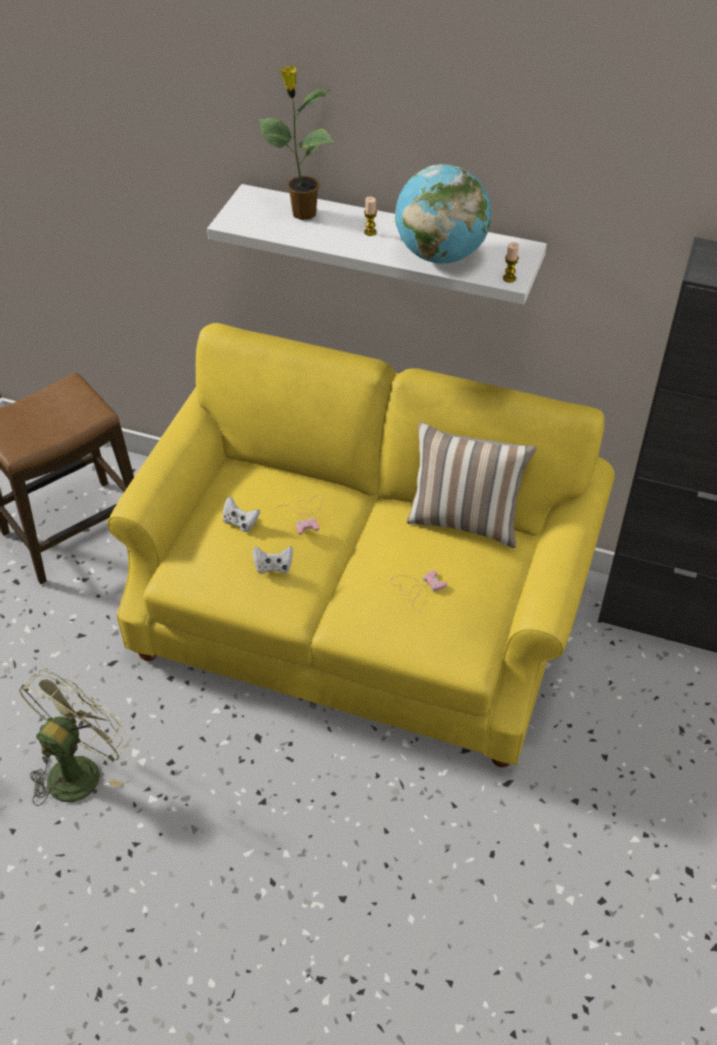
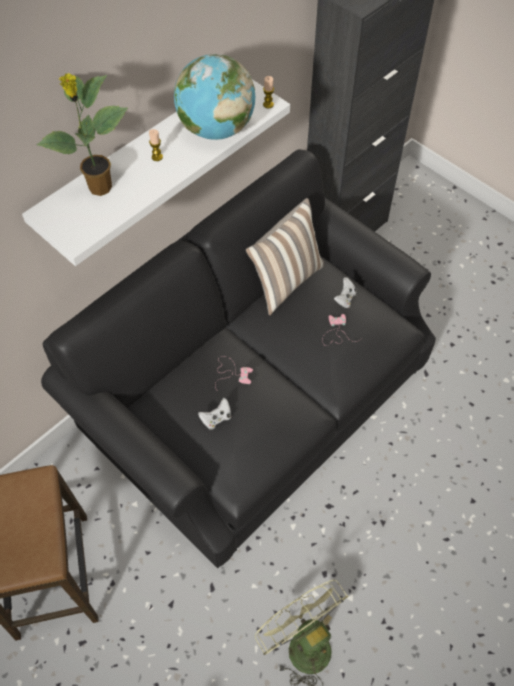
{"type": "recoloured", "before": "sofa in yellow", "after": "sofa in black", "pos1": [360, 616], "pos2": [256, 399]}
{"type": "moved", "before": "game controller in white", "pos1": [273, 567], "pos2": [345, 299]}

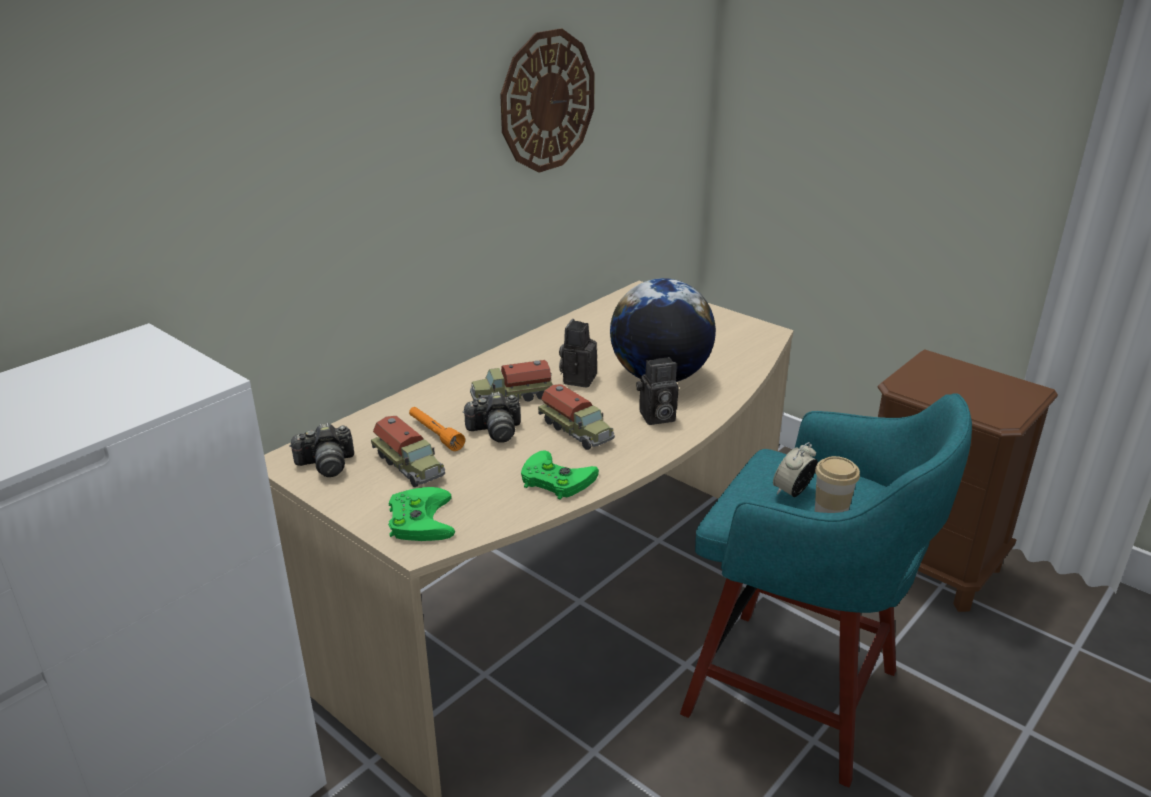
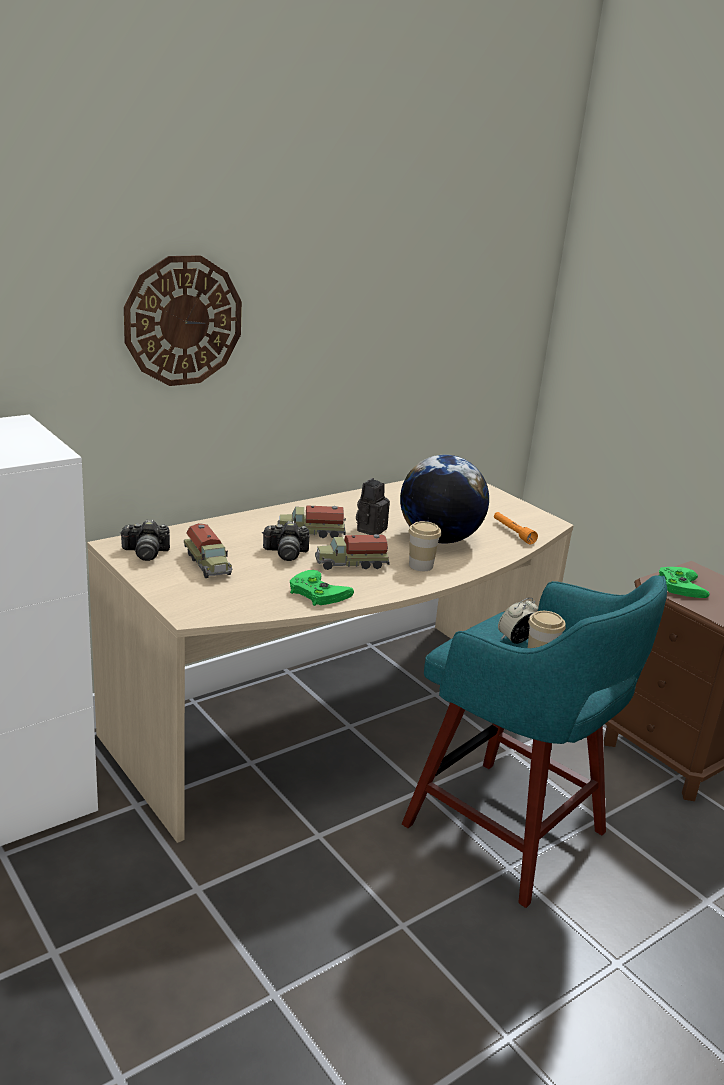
{"type": "moved", "before": "wall clock", "pos1": [547, 101], "pos2": [183, 321]}
{"type": "replaced", "before": "photo camera", "after": "cup", "pos1": [656, 417], "pos2": [421, 566]}
{"type": "turned", "before": "toy truck", "pos1": [577, 431], "pos2": [351, 564], "turn": 105}
{"type": "moved", "before": "flashlight in orange", "pos1": [435, 434], "pos2": [513, 532]}
{"type": "moved", "before": "game controller in green", "pos1": [418, 518], "pos2": [678, 585]}

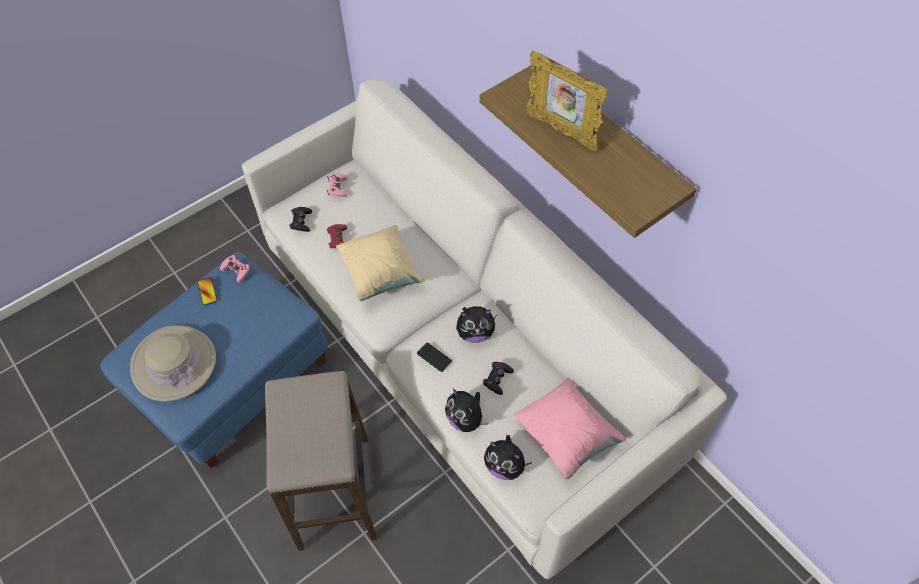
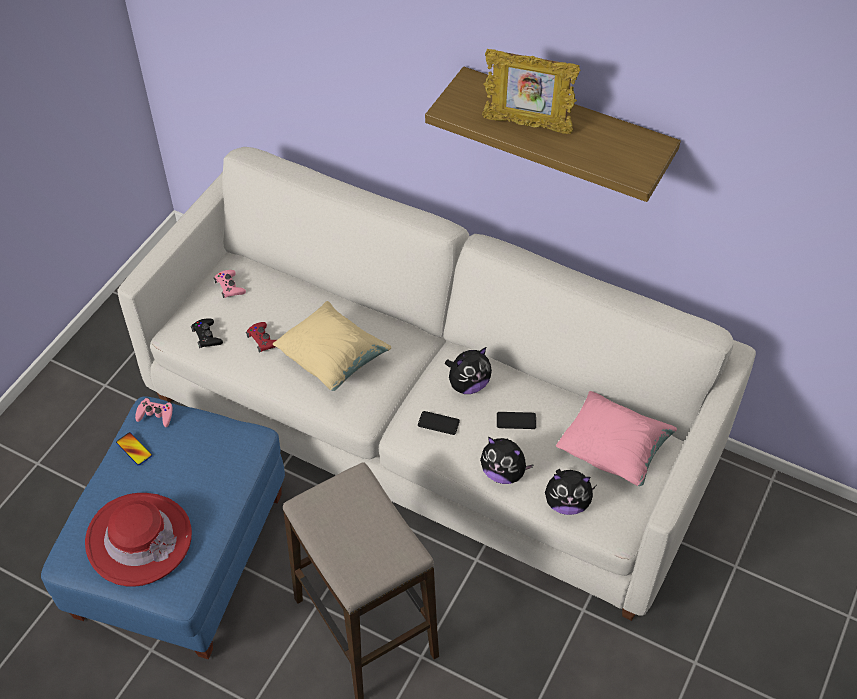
{"type": "recoloured", "before": "hat in beige", "after": "hat in red", "pos1": [174, 363], "pos2": [139, 539]}
{"type": "replaced", "before": "game controller in black", "after": "phone", "pos1": [497, 379], "pos2": [516, 421]}

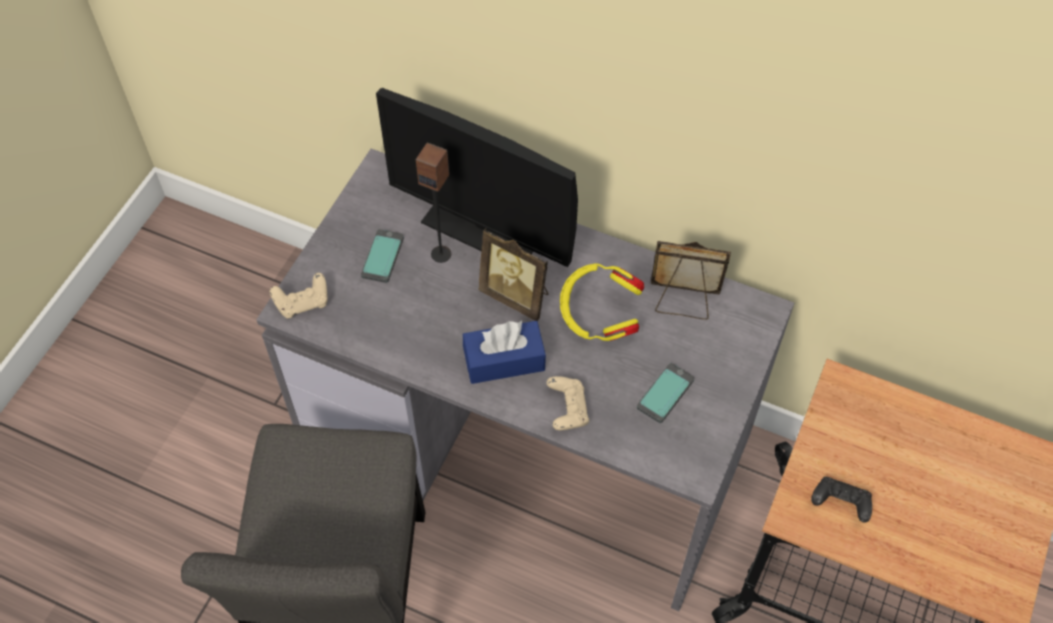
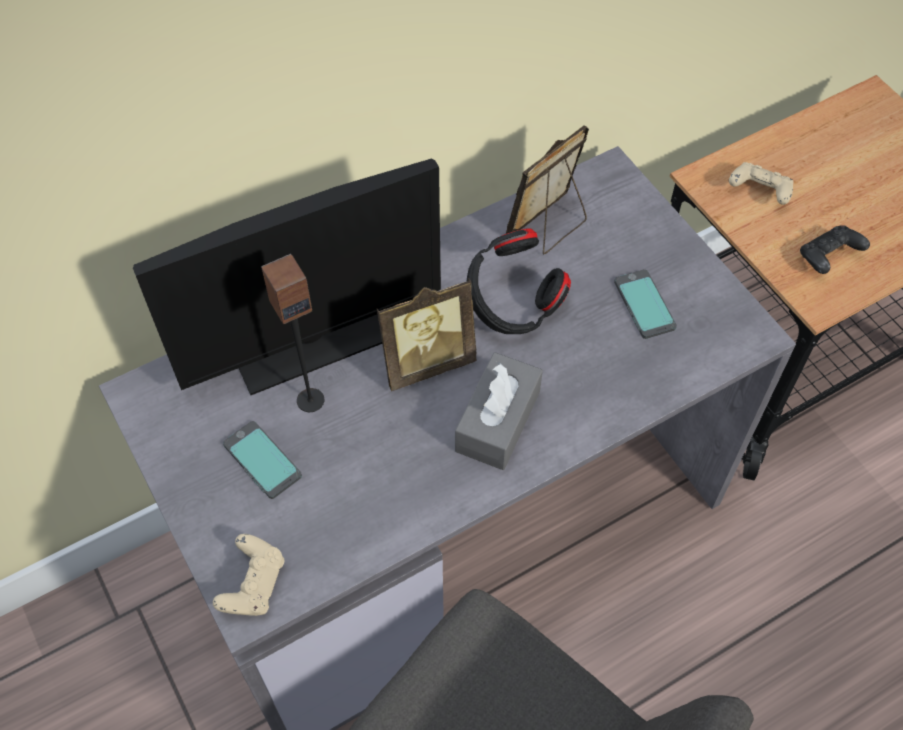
{"type": "recoloured", "before": "headphones in yellow", "after": "headphones in black", "pos1": [599, 318], "pos2": [512, 306]}
{"type": "recoloured", "before": "tissue box in blue", "after": "tissue box in grey", "pos1": [504, 360], "pos2": [498, 421]}
{"type": "moved", "before": "game controller in beige", "pos1": [567, 409], "pos2": [759, 192]}

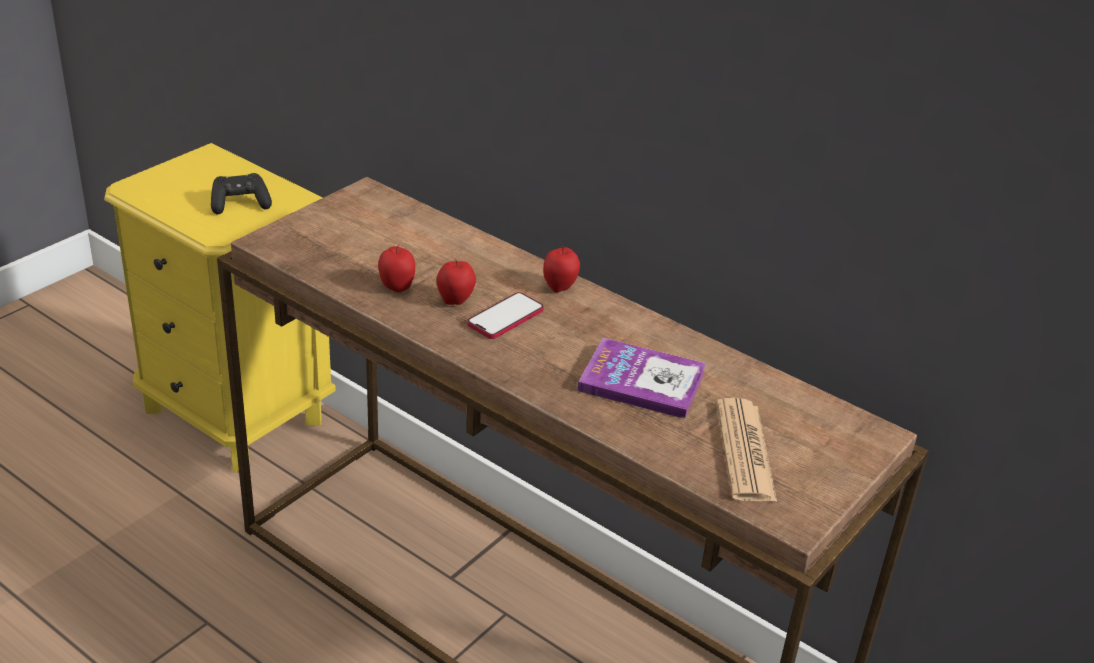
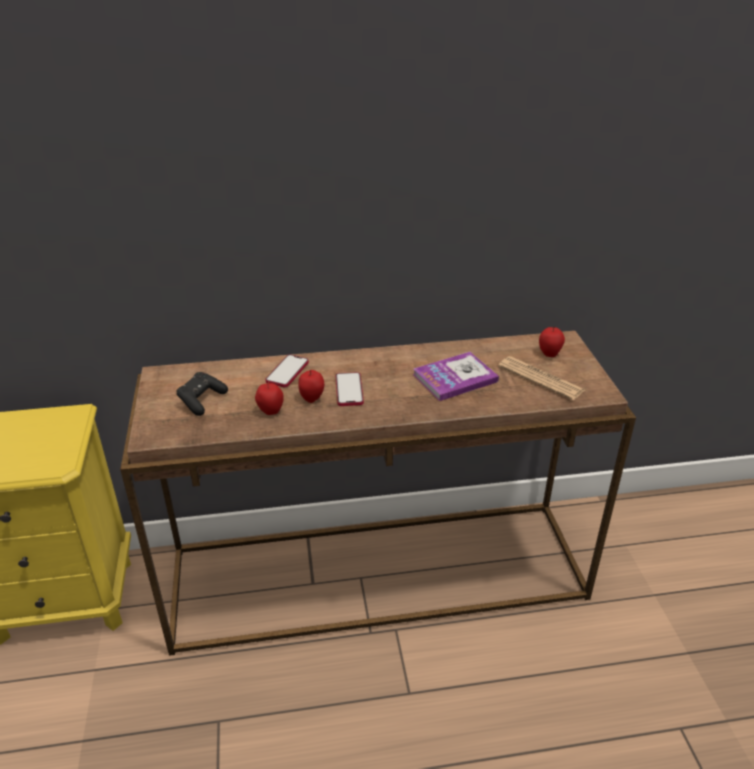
{"type": "moved", "before": "game controller in black", "pos1": [240, 204], "pos2": [201, 400]}
{"type": "moved", "before": "apple", "pos1": [559, 287], "pos2": [549, 354]}
{"type": "added", "after": "phone", "pos2": [287, 372]}

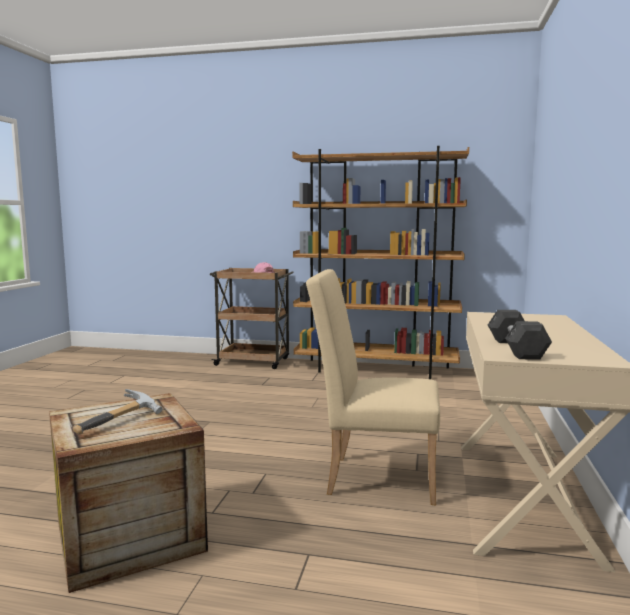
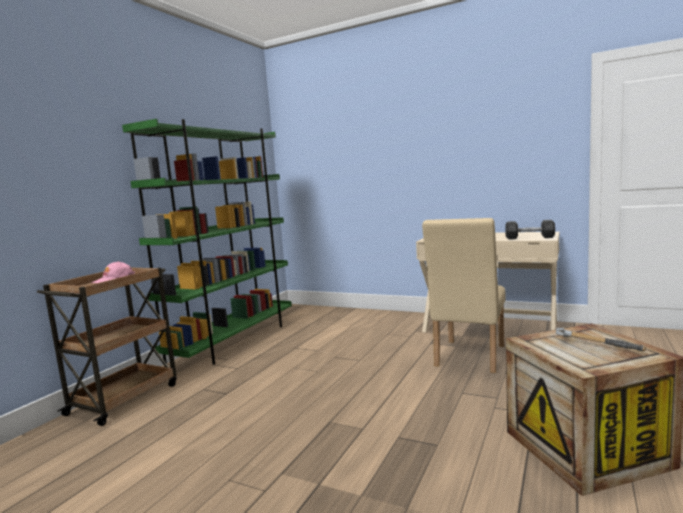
{"type": "recoloured", "before": "bookcase in brown", "after": "bookcase in green", "pos1": [376, 369], "pos2": [234, 341]}

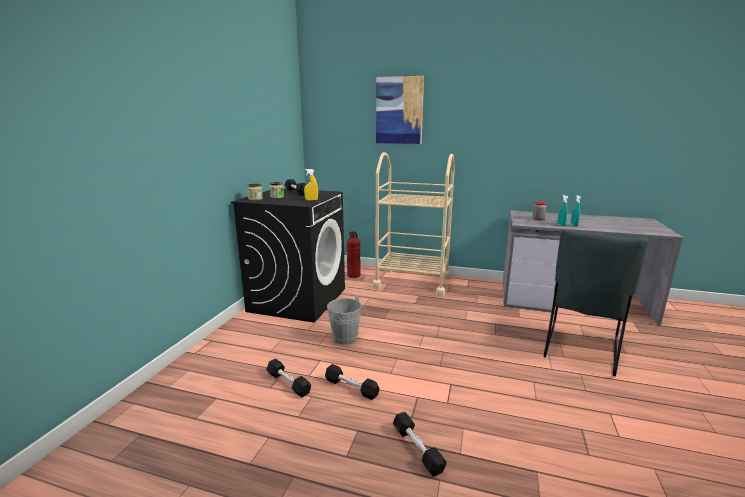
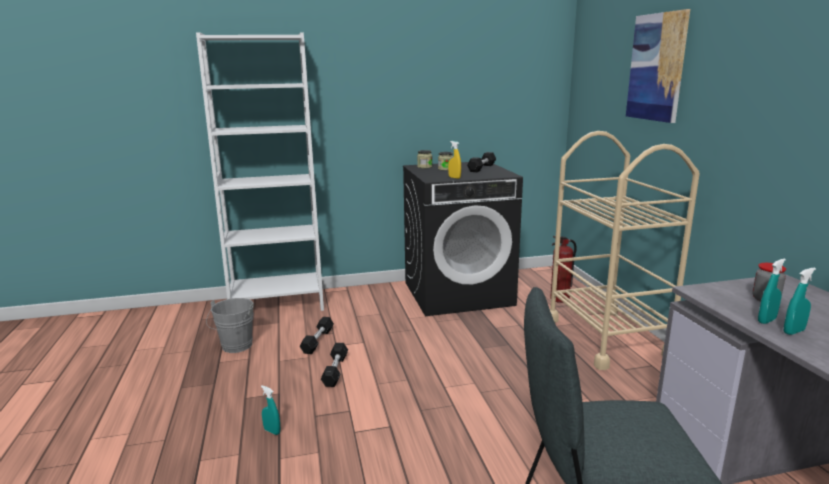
{"type": "moved", "before": "bucket in grey", "pos1": [347, 339], "pos2": [235, 347]}
{"type": "replaced", "before": "dumbbell in black", "after": "spray bottle in turquoise", "pos1": [417, 449], "pos2": [272, 431]}
{"type": "added", "after": "bookcase in white", "pos2": [277, 304]}

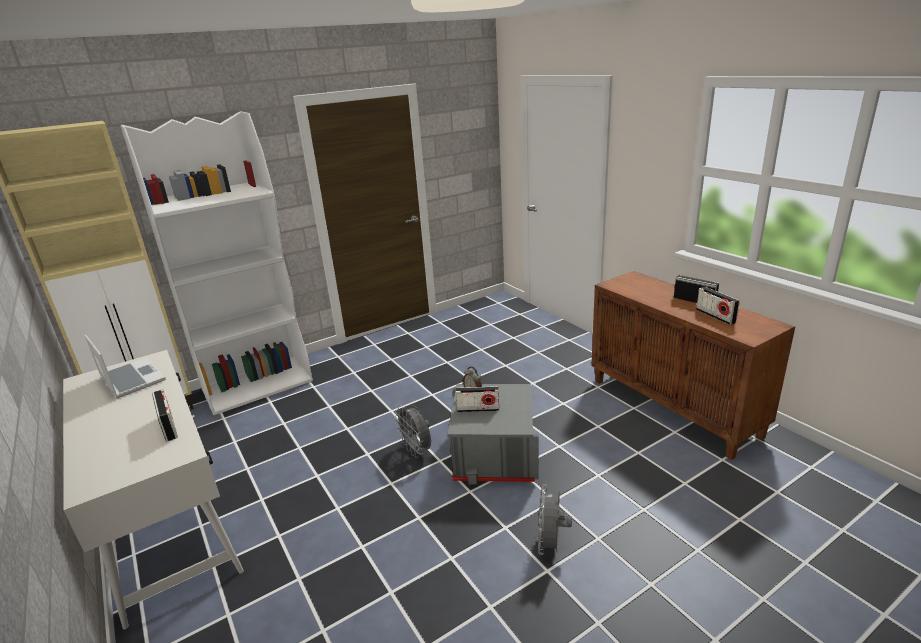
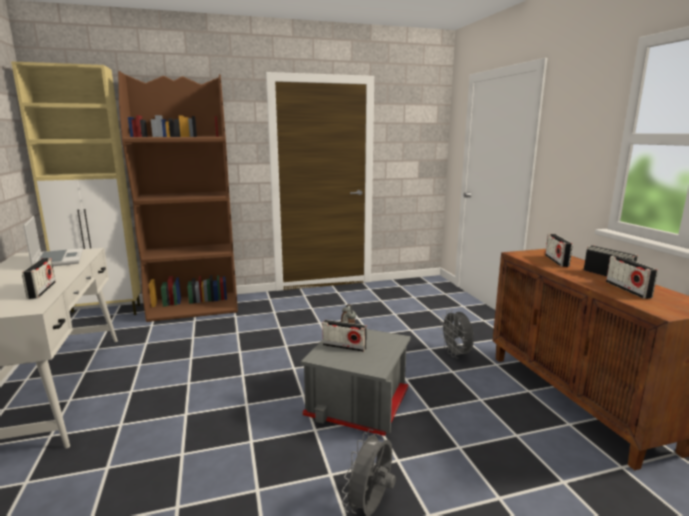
{"type": "recoloured", "before": "bookcase in white", "after": "bookcase in brown", "pos1": [258, 385], "pos2": [194, 307]}
{"type": "moved", "before": "fan in grey", "pos1": [417, 450], "pos2": [456, 354]}
{"type": "added", "after": "radio", "pos2": [556, 261]}

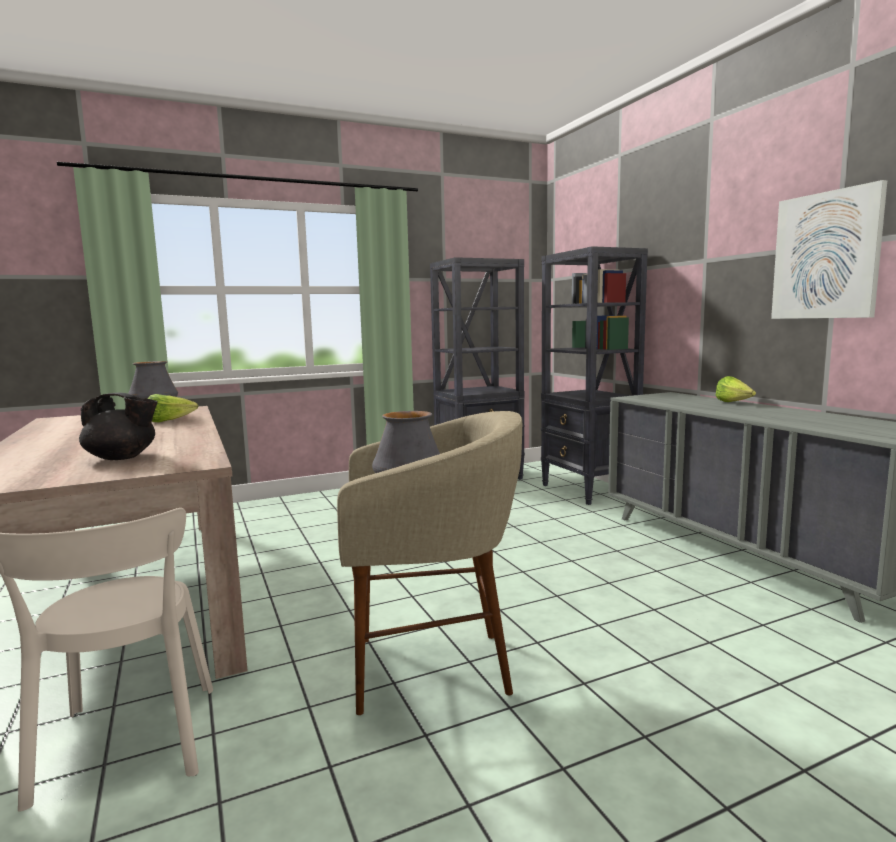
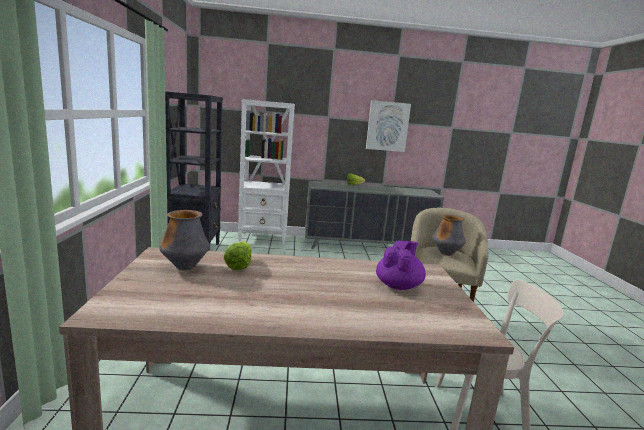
{"type": "recoloured", "before": "bookcase in black", "after": "bookcase in white", "pos1": [588, 490], "pos2": [263, 240]}
{"type": "recoloured", "before": "teapot in black", "after": "teapot in purple", "pos1": [122, 458], "pos2": [398, 286]}

